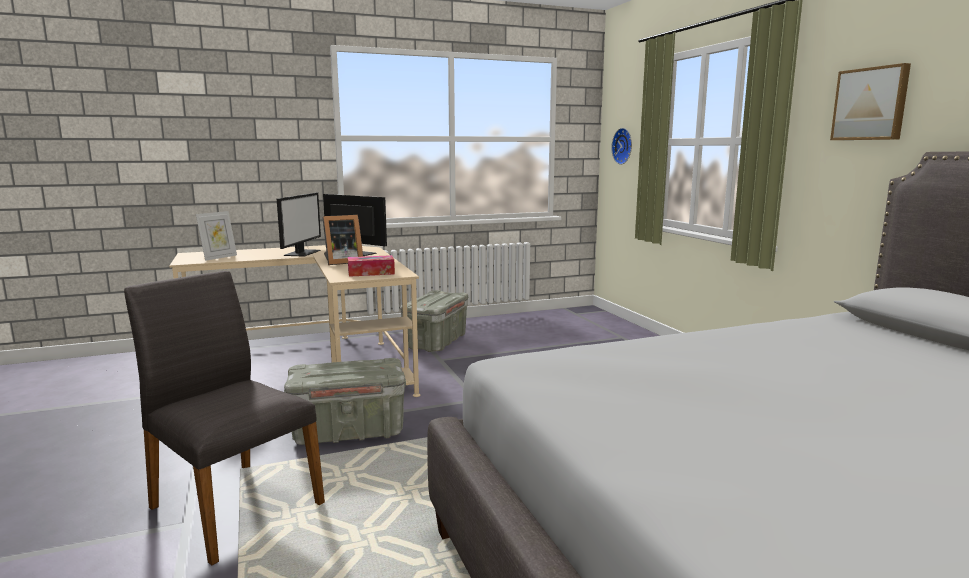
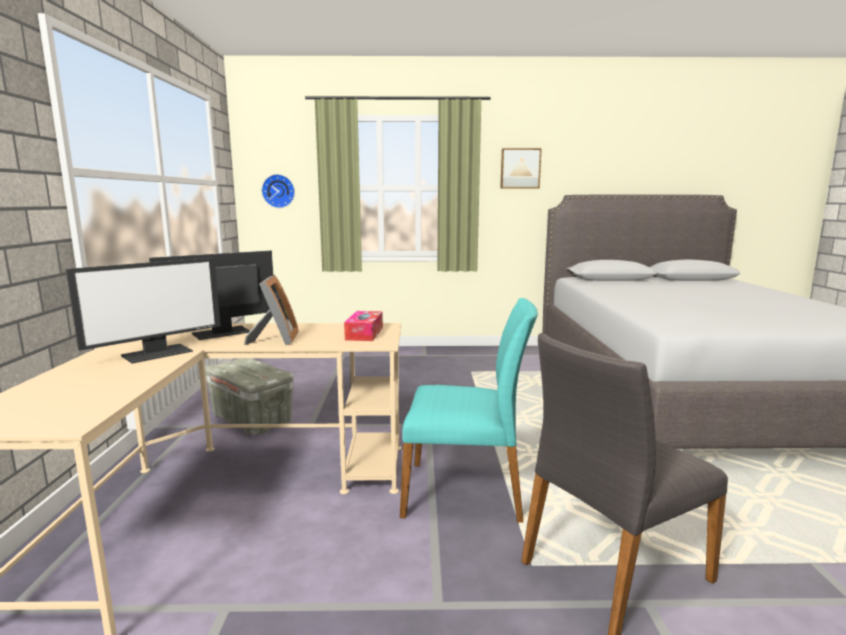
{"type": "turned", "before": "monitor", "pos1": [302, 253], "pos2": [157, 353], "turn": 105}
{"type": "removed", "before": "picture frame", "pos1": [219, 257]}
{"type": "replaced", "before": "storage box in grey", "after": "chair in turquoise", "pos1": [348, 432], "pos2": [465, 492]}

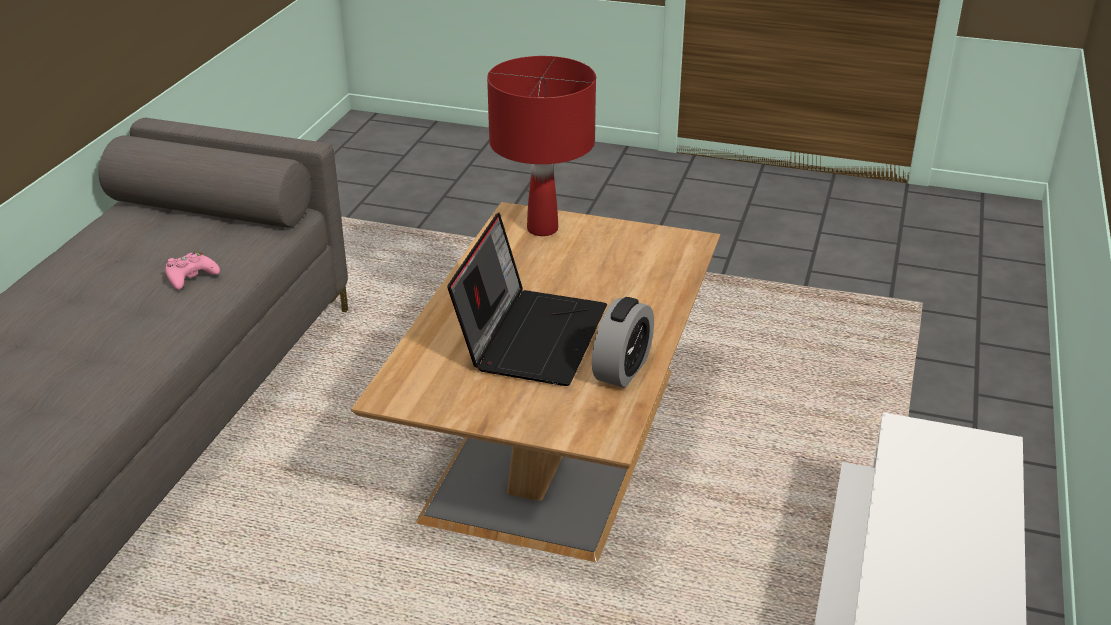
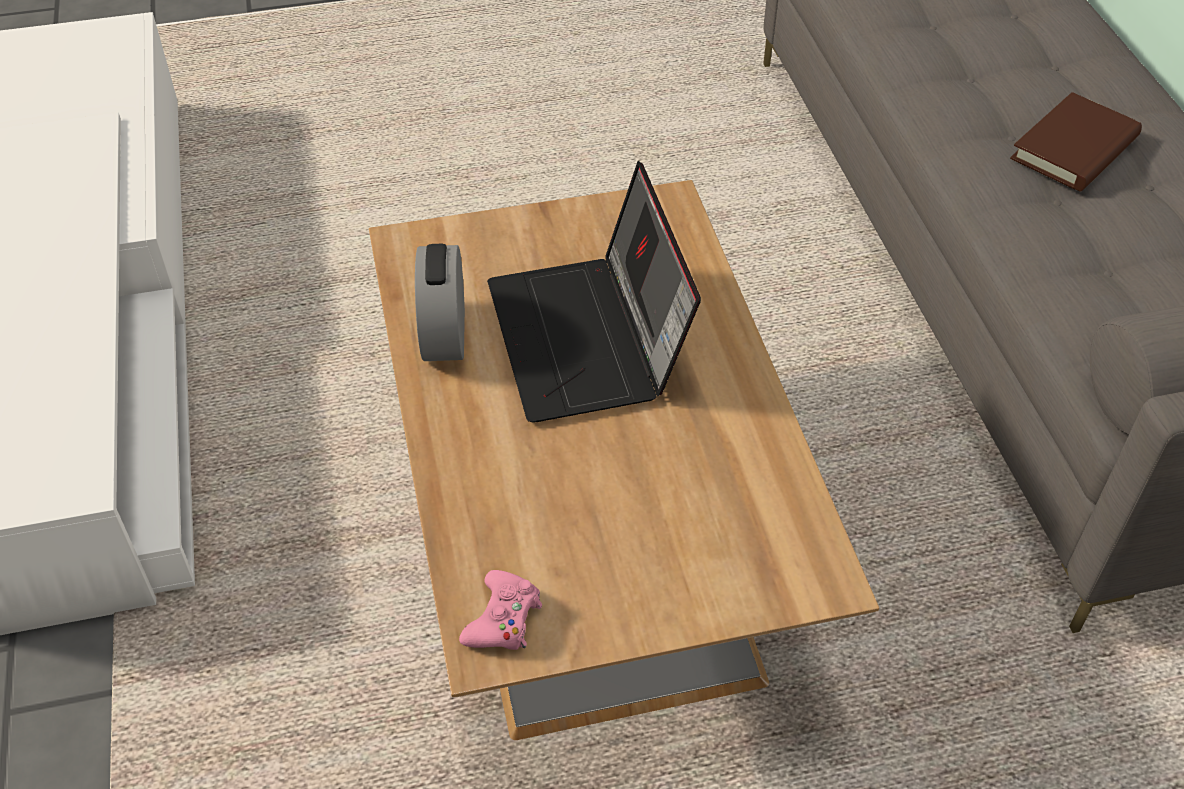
{"type": "removed", "before": "table lamp in red", "pos1": [543, 229]}
{"type": "moved", "before": "game controller in pink", "pos1": [191, 277], "pos2": [503, 619]}
{"type": "added", "after": "book in brown", "pos2": [1074, 149]}

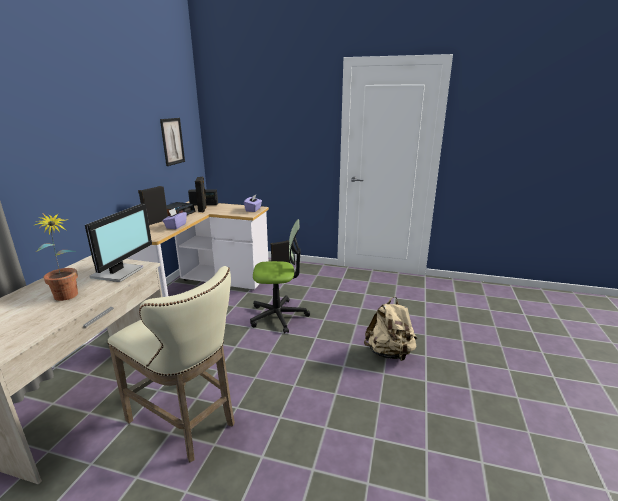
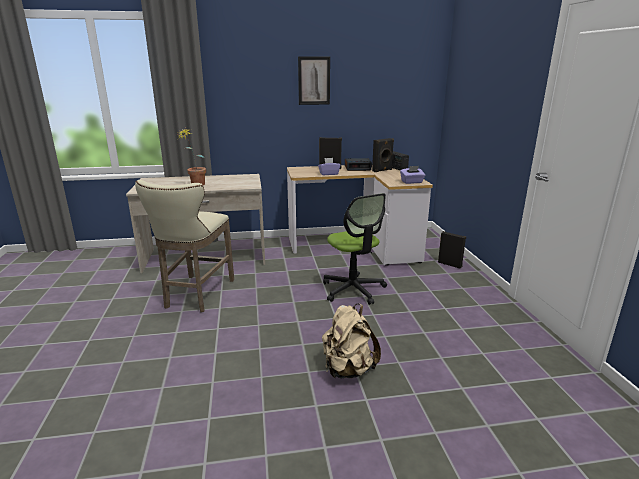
{"type": "moved", "before": "picture", "pos1": [172, 141], "pos2": [314, 81]}
{"type": "removed", "before": "monitor", "pos1": [119, 272]}

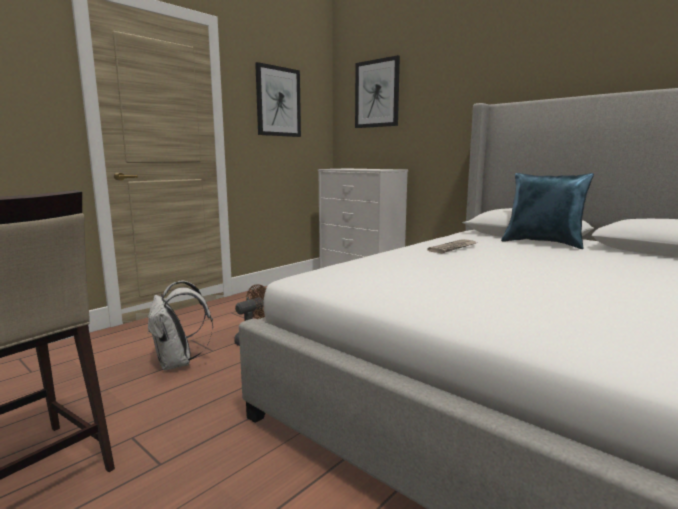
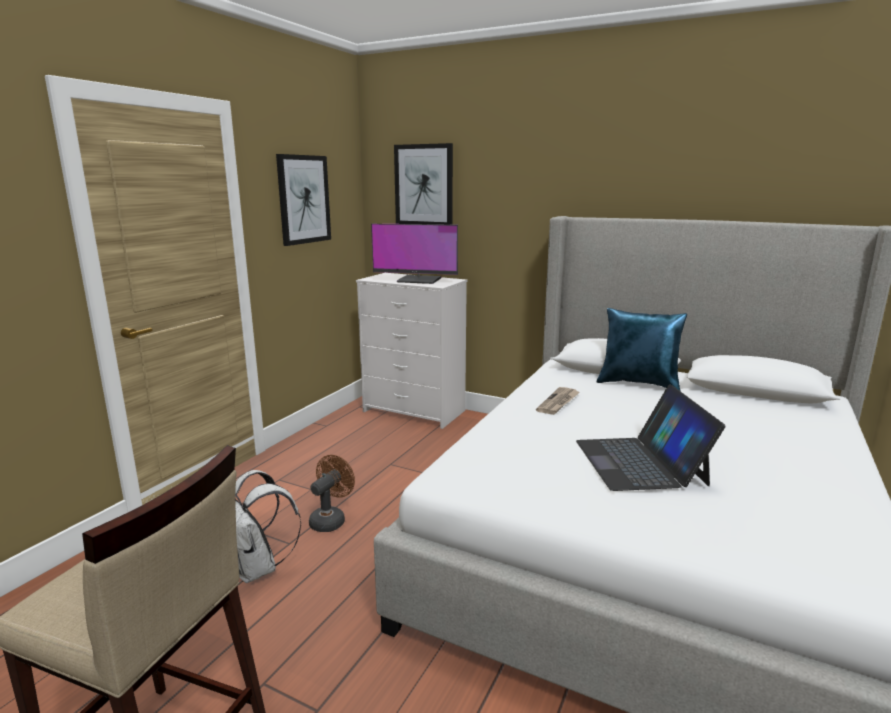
{"type": "added", "after": "monitor", "pos2": [419, 280]}
{"type": "added", "after": "laptop", "pos2": [640, 462]}

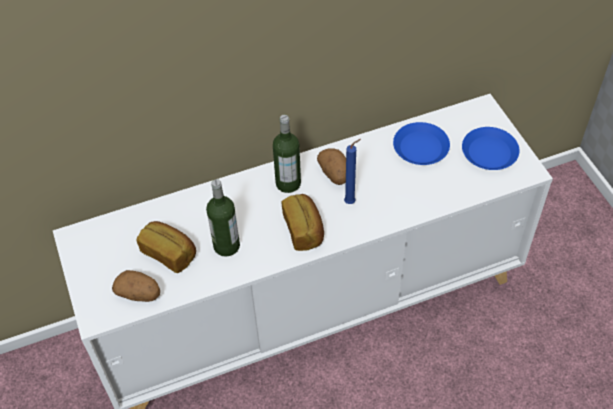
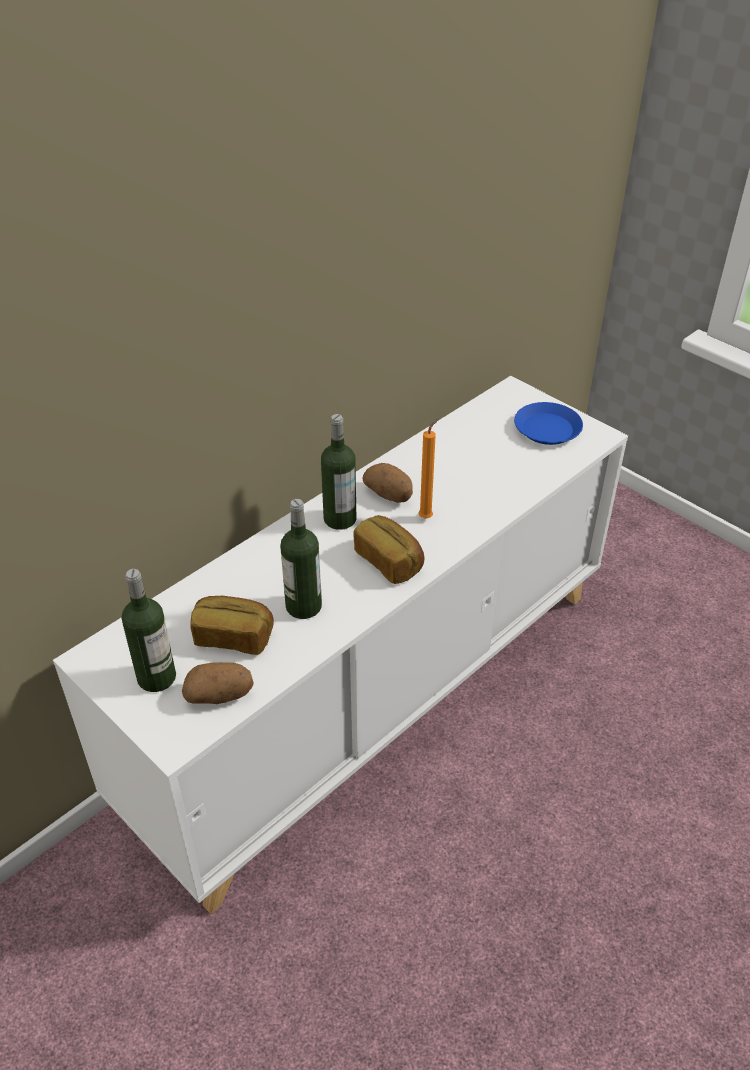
{"type": "removed", "before": "plate in blue", "pos1": [421, 148]}
{"type": "recoloured", "before": "candle in blue", "after": "candle in orange", "pos1": [351, 202], "pos2": [427, 517]}
{"type": "added", "after": "bottle", "pos2": [156, 677]}

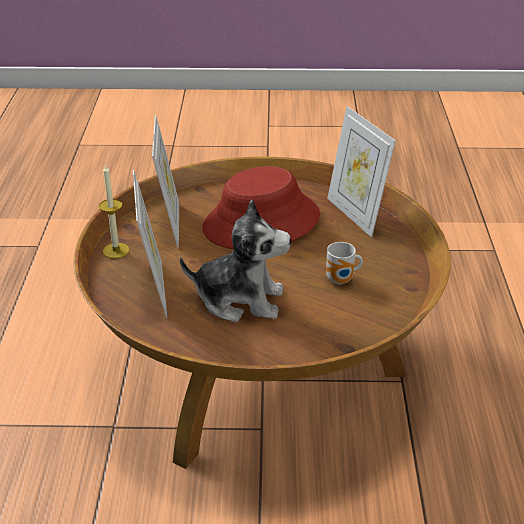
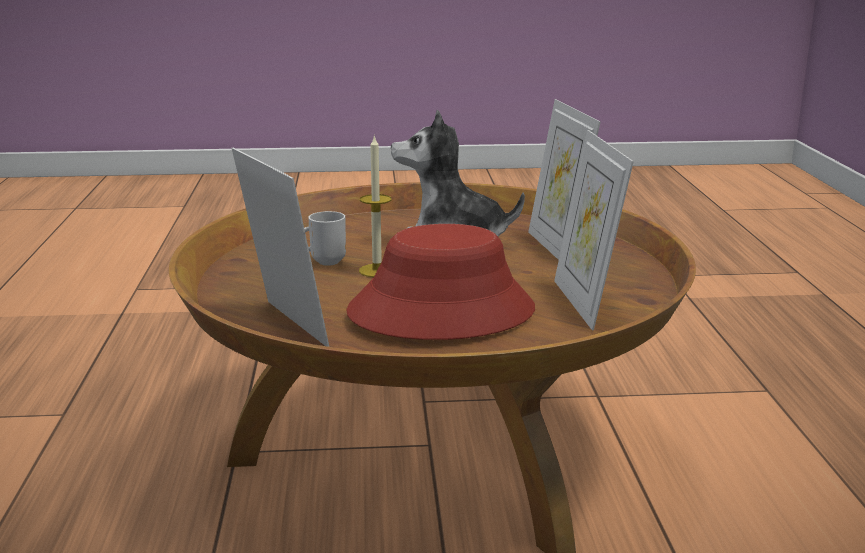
{"type": "moved", "before": "candle", "pos1": [116, 250], "pos2": [377, 270]}

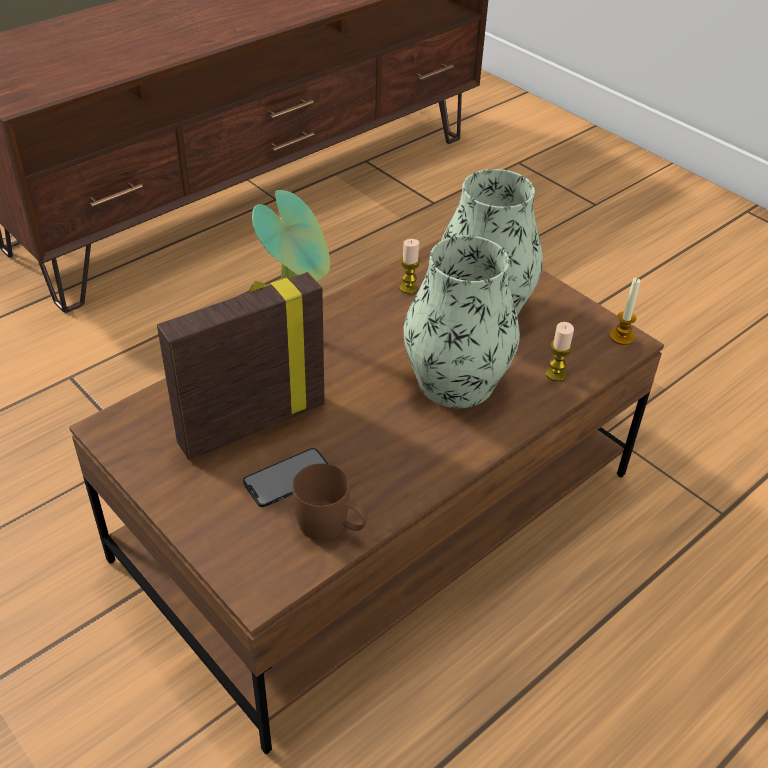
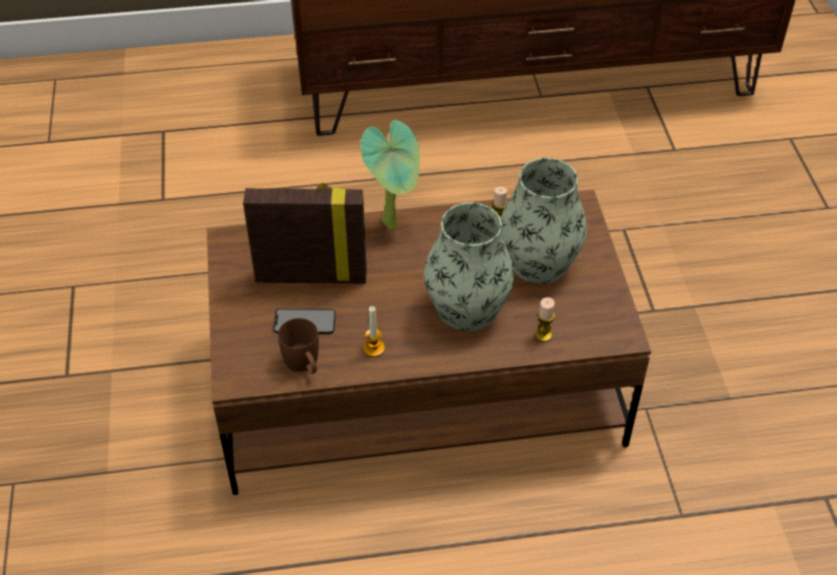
{"type": "moved", "before": "candle", "pos1": [621, 337], "pos2": [374, 348]}

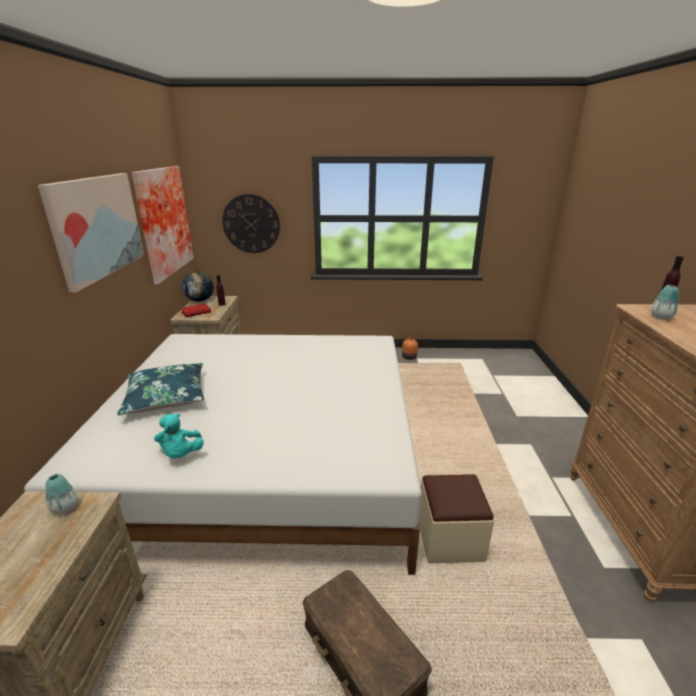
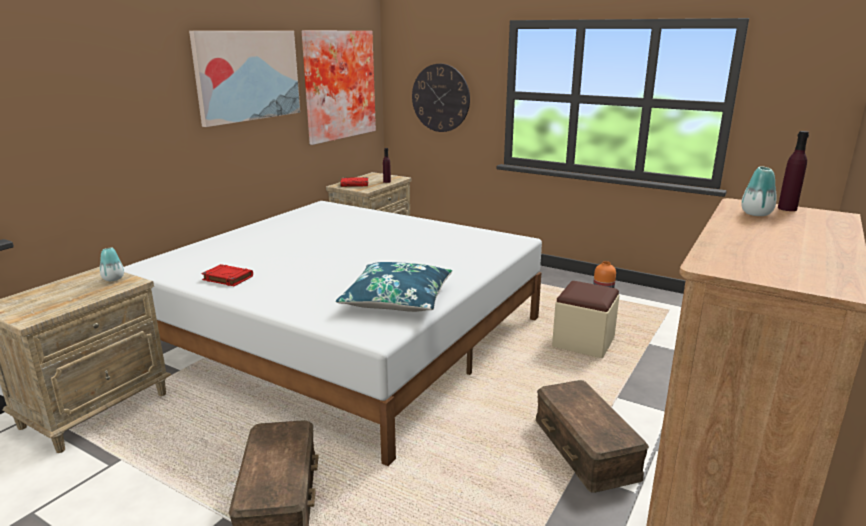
{"type": "removed", "before": "globe", "pos1": [200, 300]}
{"type": "moved", "before": "pillow in blue", "pos1": [166, 397], "pos2": [397, 299]}
{"type": "replaced", "before": "plush toy in turquoise", "after": "book in red", "pos1": [181, 454], "pos2": [227, 278]}
{"type": "moved", "before": "ottoman in beige", "pos1": [449, 538], "pos2": [583, 342]}
{"type": "added", "after": "storage box in brown", "pos2": [586, 447]}

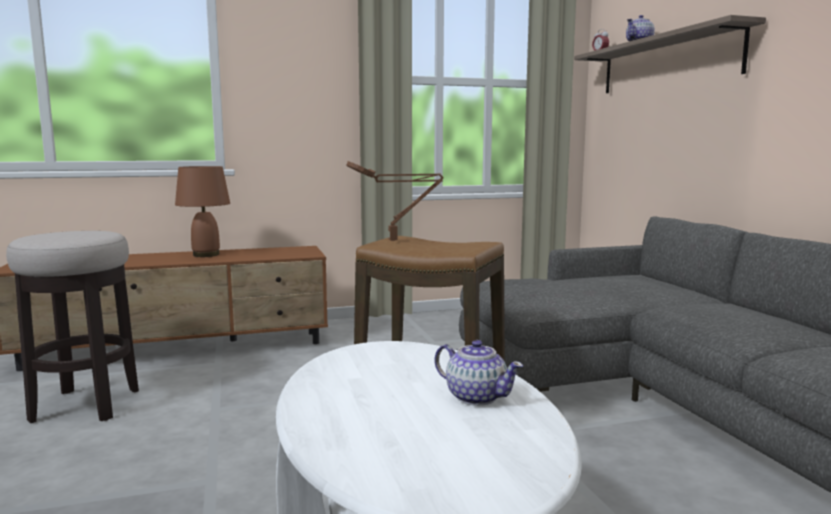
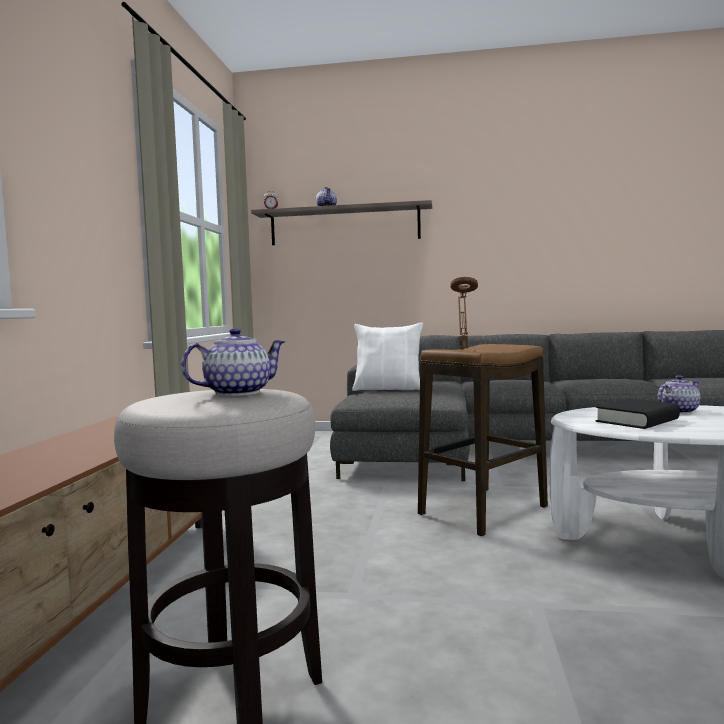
{"type": "removed", "before": "table lamp in brown", "pos1": [206, 254]}
{"type": "added", "after": "pillow in white", "pos2": [388, 389]}
{"type": "added", "after": "teapot", "pos2": [236, 392]}
{"type": "added", "after": "book in black", "pos2": [637, 420]}

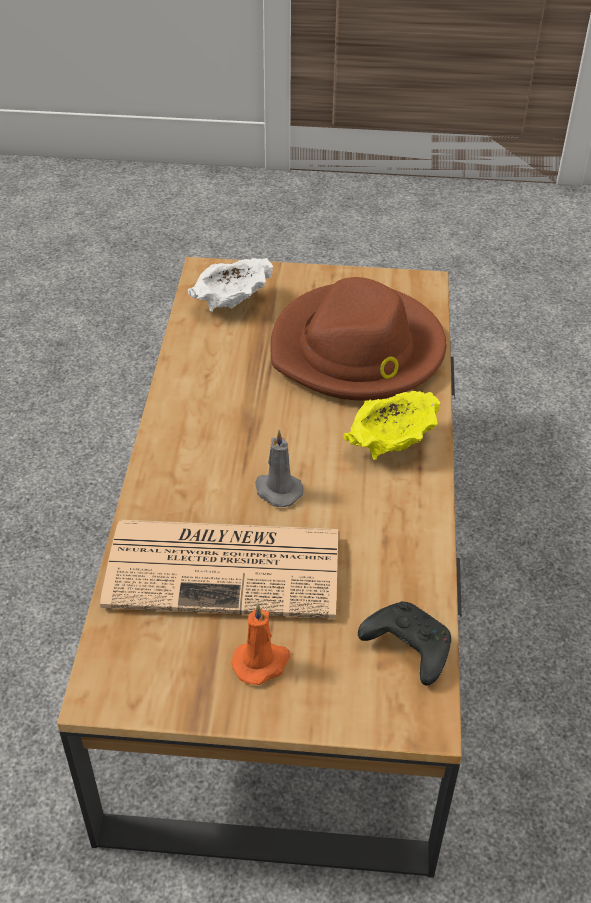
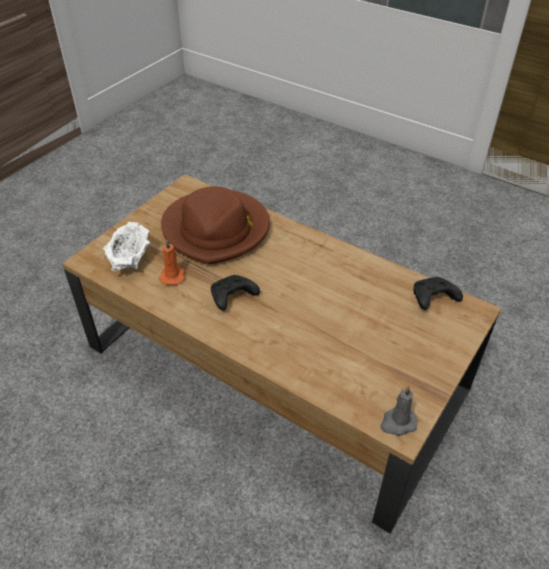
{"type": "removed", "before": "bowl in yellow", "pos1": [390, 445]}
{"type": "moved", "before": "candle in grey", "pos1": [277, 490], "pos2": [397, 423]}
{"type": "removed", "before": "newspaper", "pos1": [227, 567]}
{"type": "moved", "before": "candle in orange", "pos1": [262, 662], "pos2": [173, 276]}
{"type": "added", "after": "game controller in black", "pos2": [232, 297]}

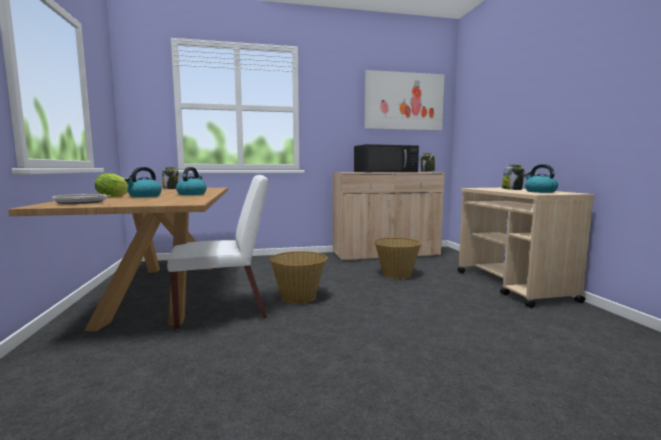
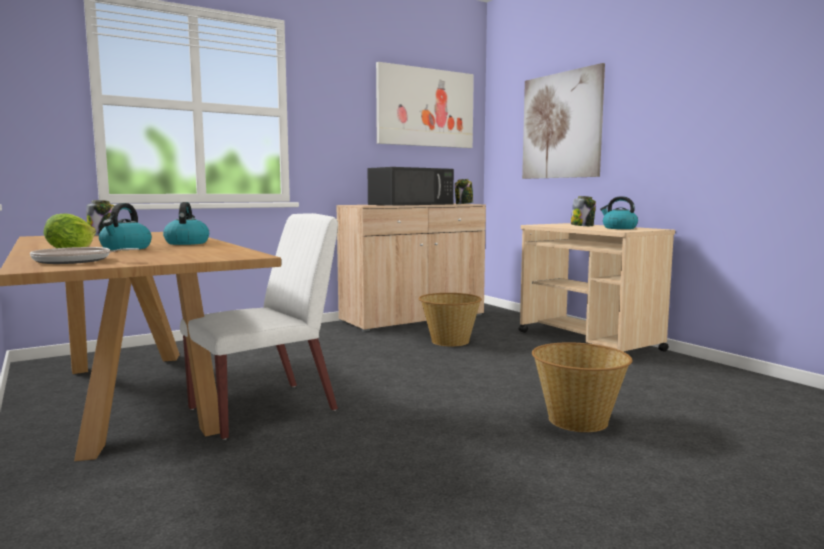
{"type": "moved", "before": "basket", "pos1": [299, 297], "pos2": [578, 420]}
{"type": "added", "after": "picture", "pos2": [561, 126]}

